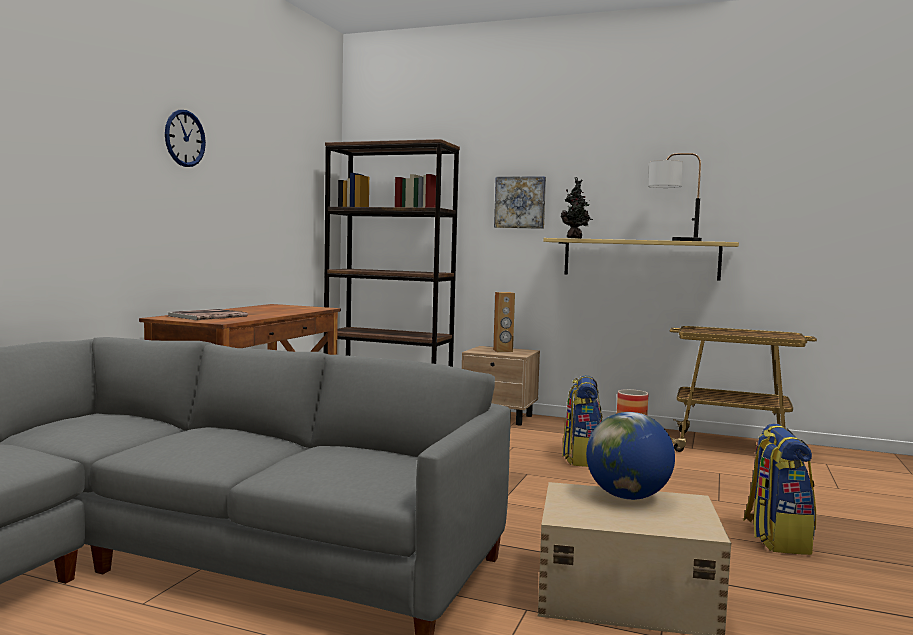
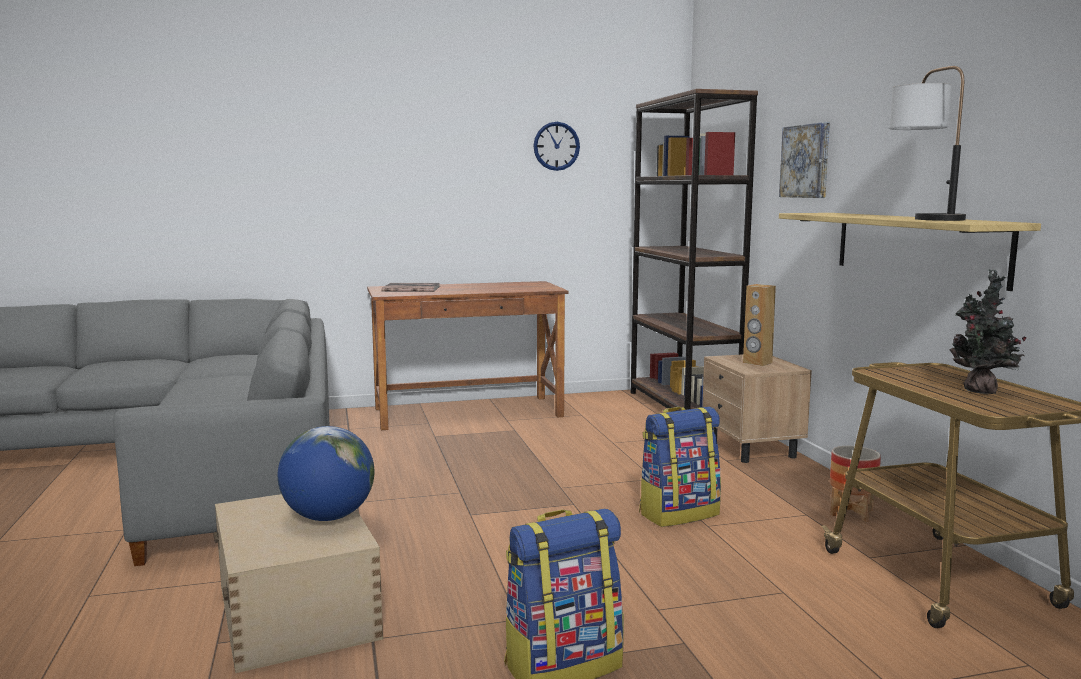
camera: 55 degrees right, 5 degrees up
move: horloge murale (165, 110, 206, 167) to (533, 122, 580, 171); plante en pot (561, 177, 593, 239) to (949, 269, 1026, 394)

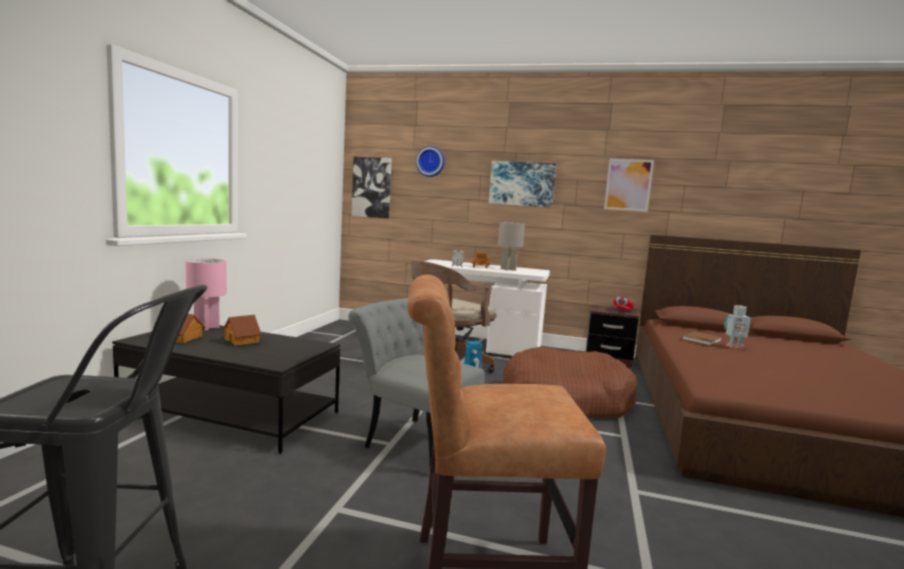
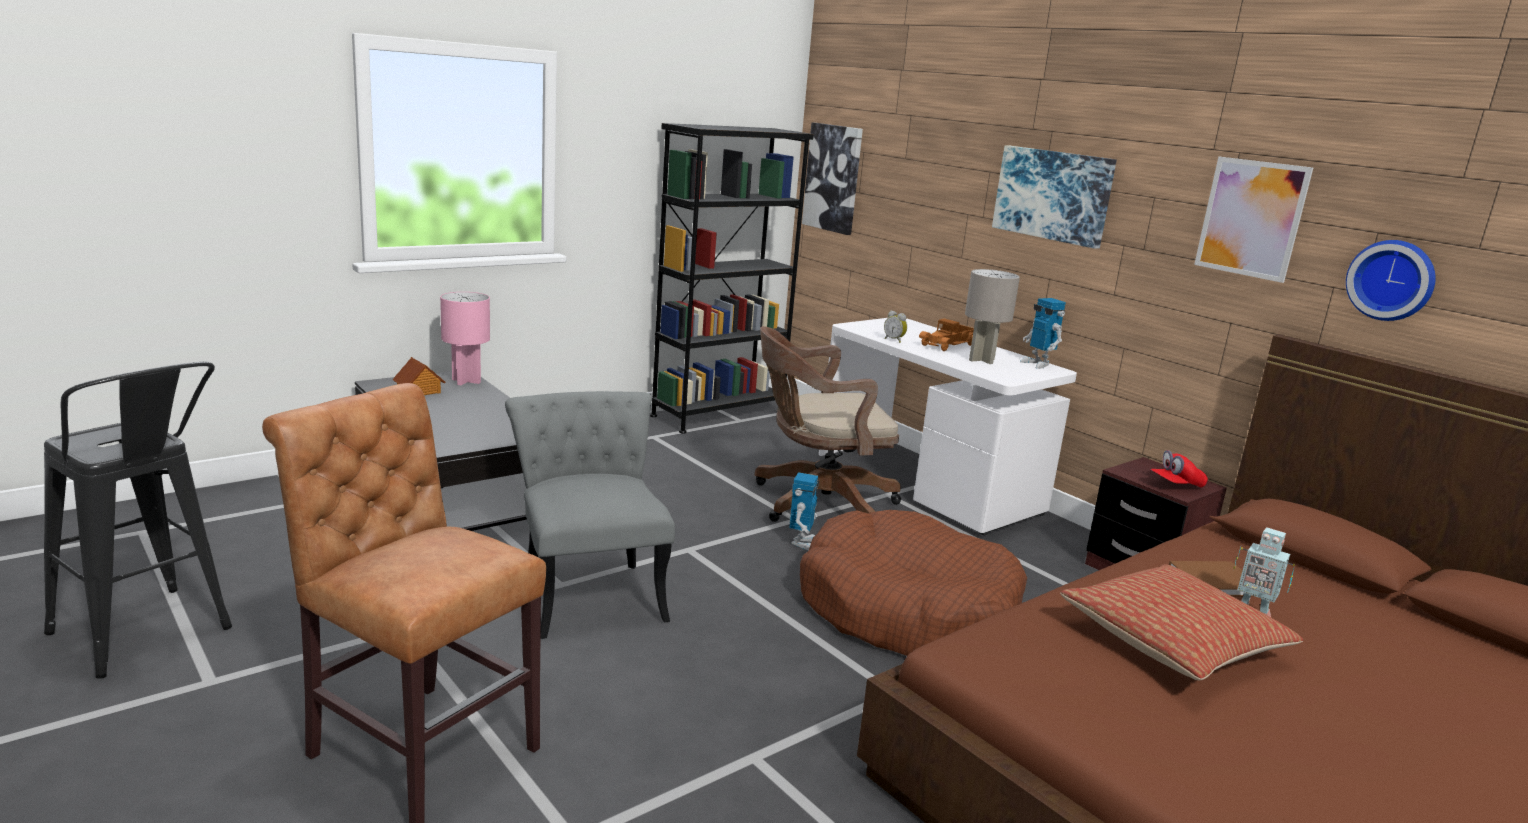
camera: 35 degrees right, 10 degrees up
delete: maison miniature (222, 315, 261, 346)
insert: bibliothèque [noir] (650, 123, 814, 434); robot jouet (1020, 298, 1066, 369); coussin (1060, 564, 1303, 680)
move: horloge murale (416, 146, 445, 177) to (1346, 240, 1436, 321)

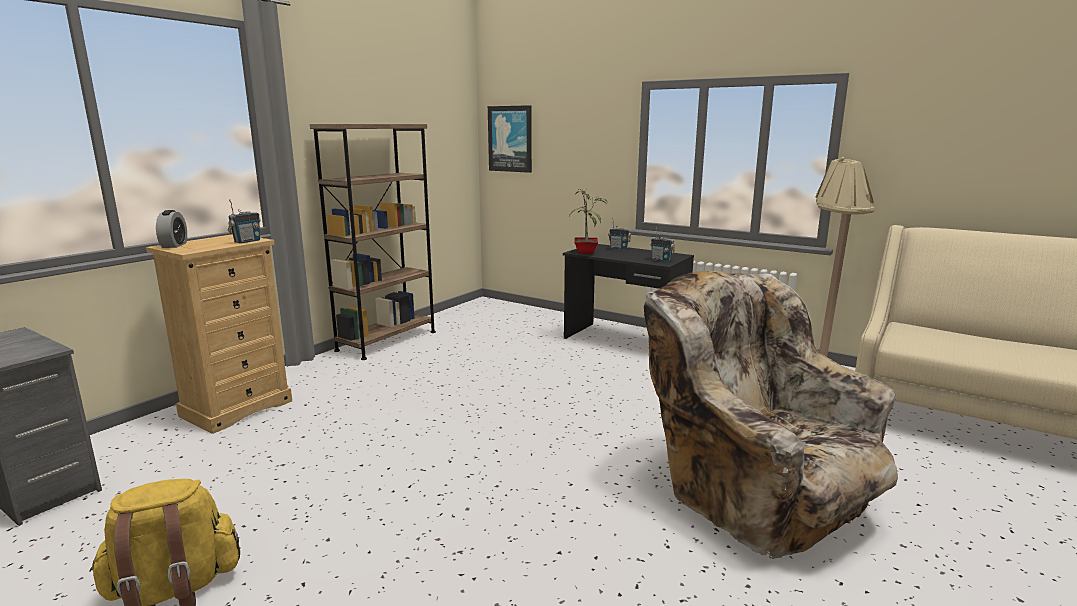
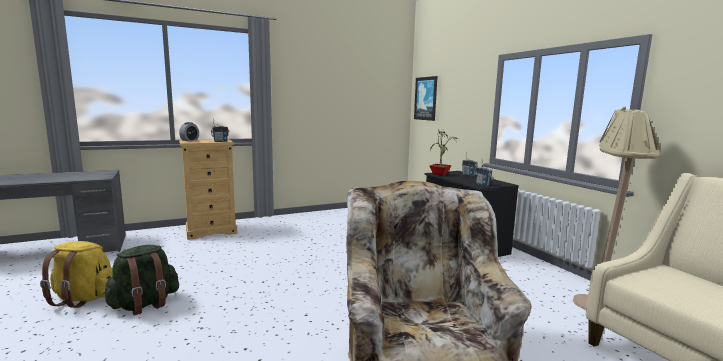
camera: 30 degrees right, 5 degrees down
delete: bibliothèque [marron] (310, 124, 436, 360)
insert: sac à dos [vert] (102, 245, 179, 316)

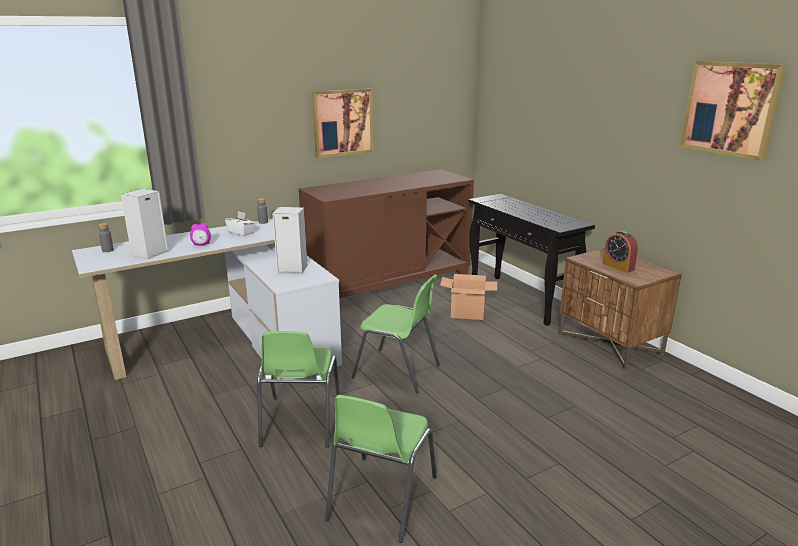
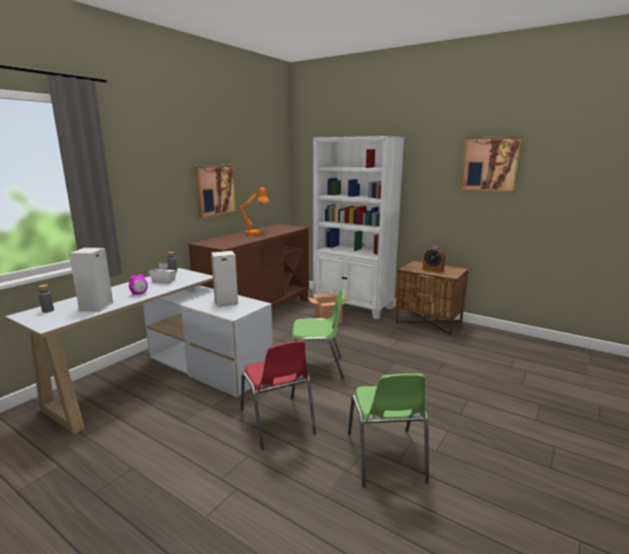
camera: 25 degrees left, 5 degrees down
insert: lampe de table [orange] (240, 187, 269, 235)
replace: table console [noir] (468, 194, 595, 326) to bibliothèque [blanc] (313, 136, 404, 319)
recolor: chaise [vert] (257, 331, 340, 448) to chaise [rouge] (241, 341, 316, 450)

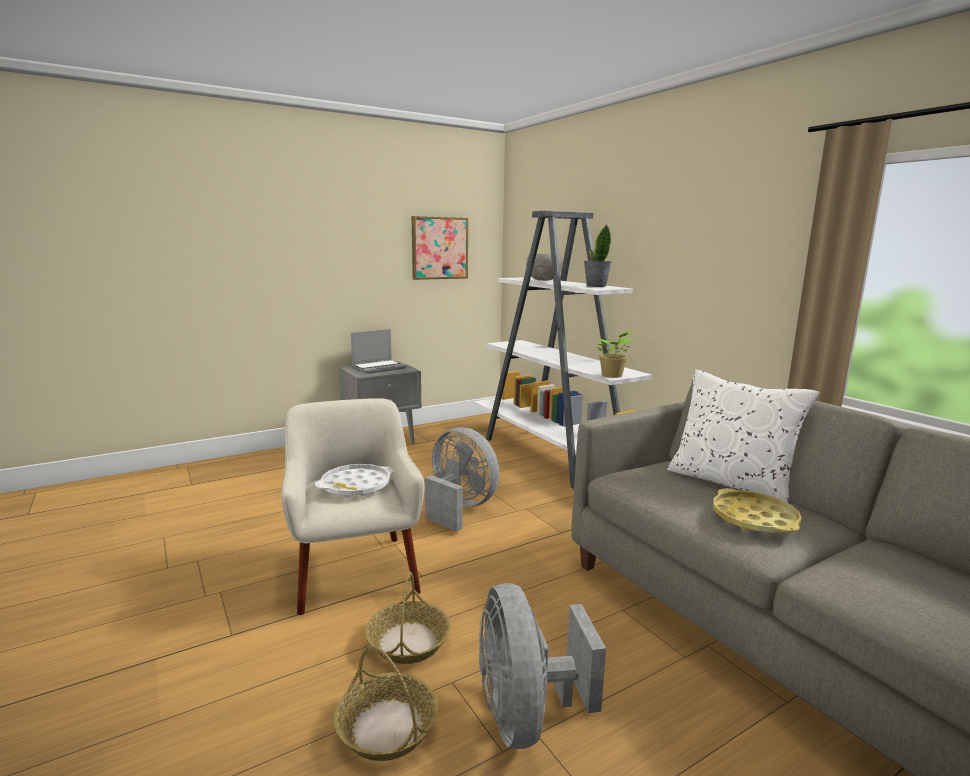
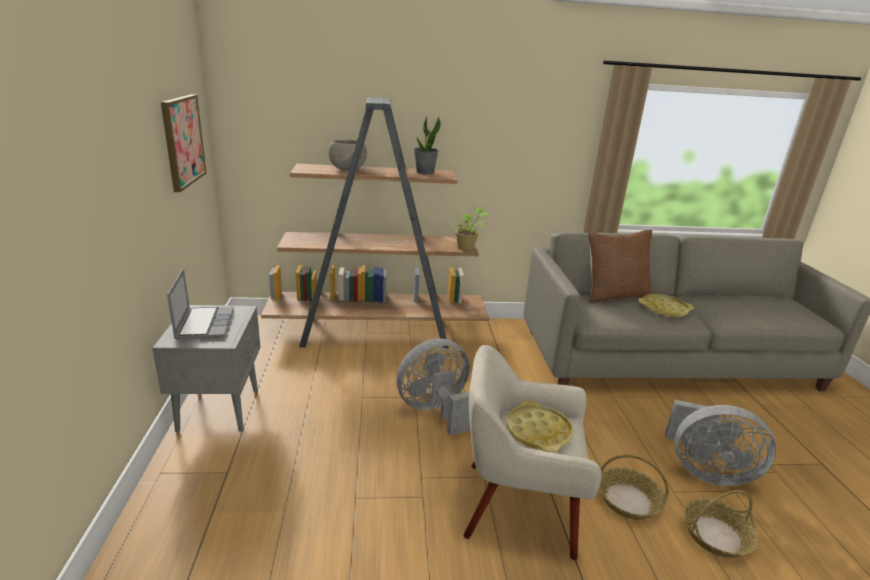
camera: 65 degrees left, 10 degrees up
recolor: bibliothèque [blanc] (474, 211, 652, 489) to bibliothèque [marron] (261, 97, 489, 349); plateau [blanc] (315, 464, 394, 498) to plateau [jaune] (507, 401, 573, 452); coussin [blanc] (667, 370, 819, 503) to coussin [marron] (588, 230, 652, 303)

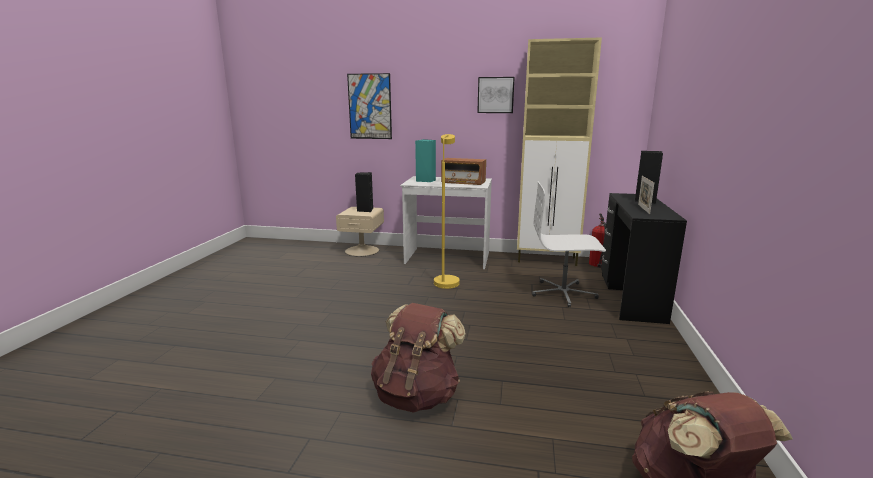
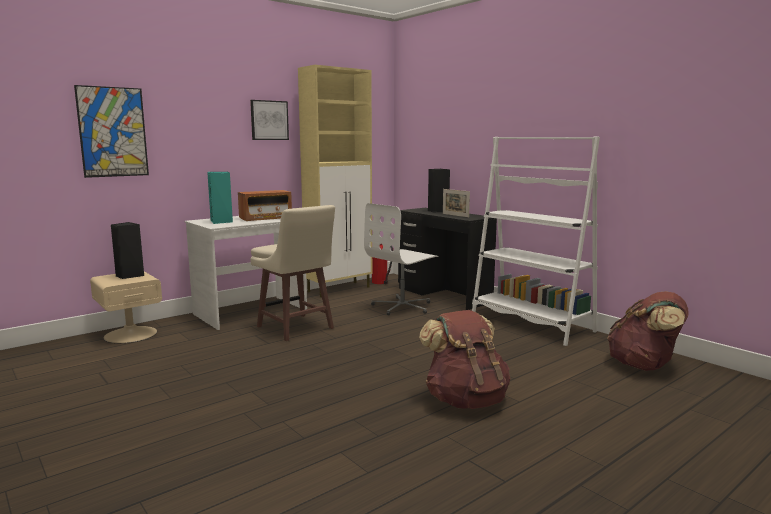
camera: 50 degrees left, 5 degrees down
insert: bibliothèque [blanc] (472, 136, 600, 346)
replace: lampadaire [jaune] (434, 134, 460, 289) to tabouret [beige] (250, 205, 335, 341)

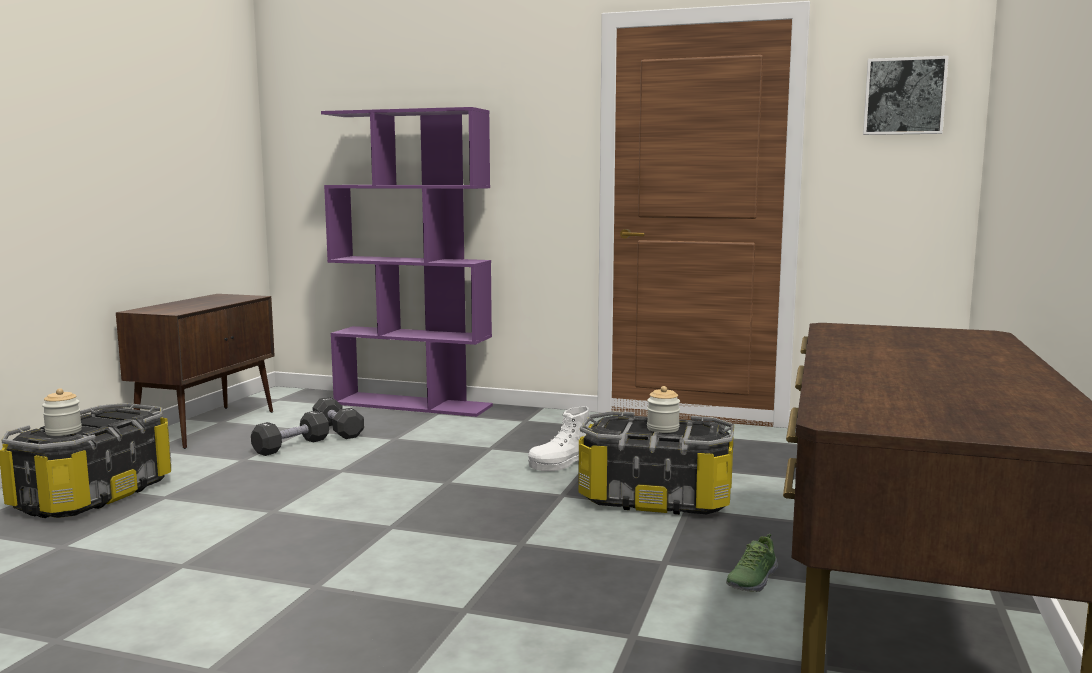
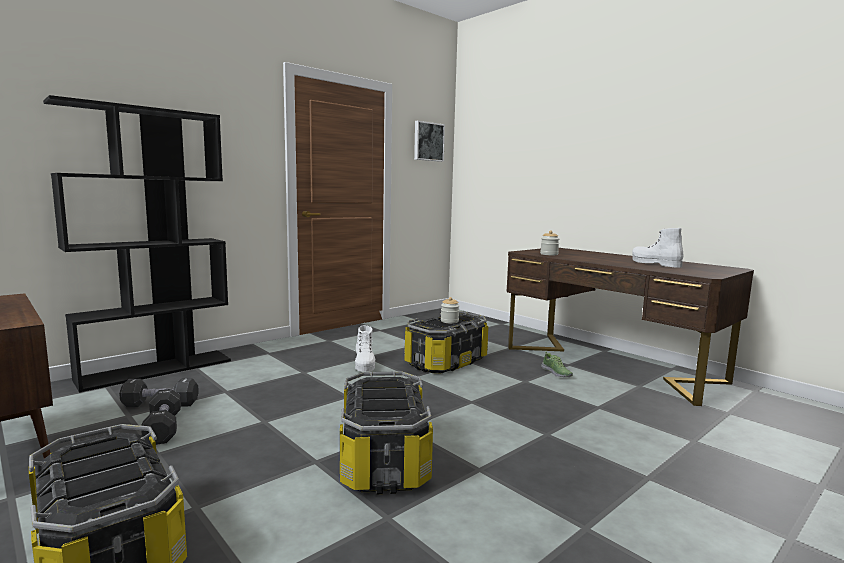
camera: 60 degrees left, 0 degrees up
insert: boîte de rangement (340, 372, 433, 494); botte [blanc] (632, 228, 684, 268)
move: bocal (42, 388, 82, 436) to (540, 231, 559, 255)
recolor: bibliothèque [violet] (321, 107, 493, 417) to bibliothèque [noir] (43, 95, 231, 393)

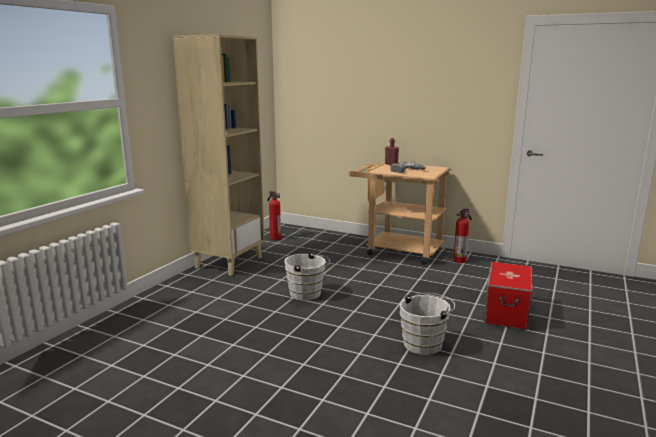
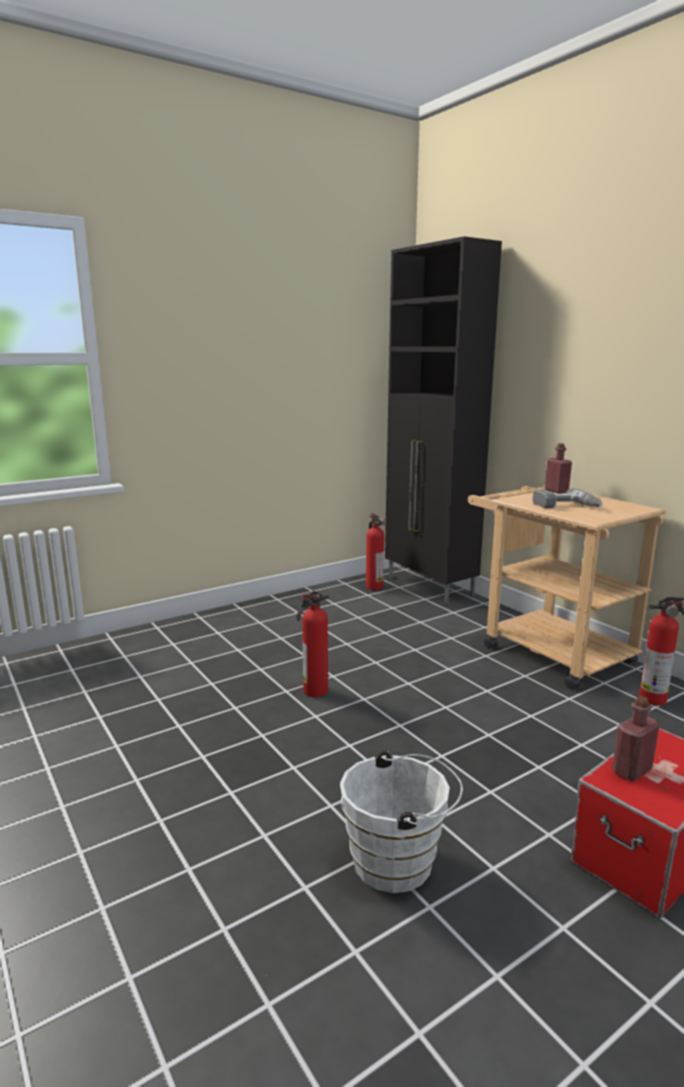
camera: 30 degrees right, 0 degrees up
delete: bibliothèque [beige] (173, 34, 264, 276)
insert: meuble de rangement [noir] (385, 236, 502, 604); bouteille [rouge] (612, 696, 659, 781)
replace: seau [blanc] (285, 252, 330, 300) to extincteur (297, 591, 329, 697)

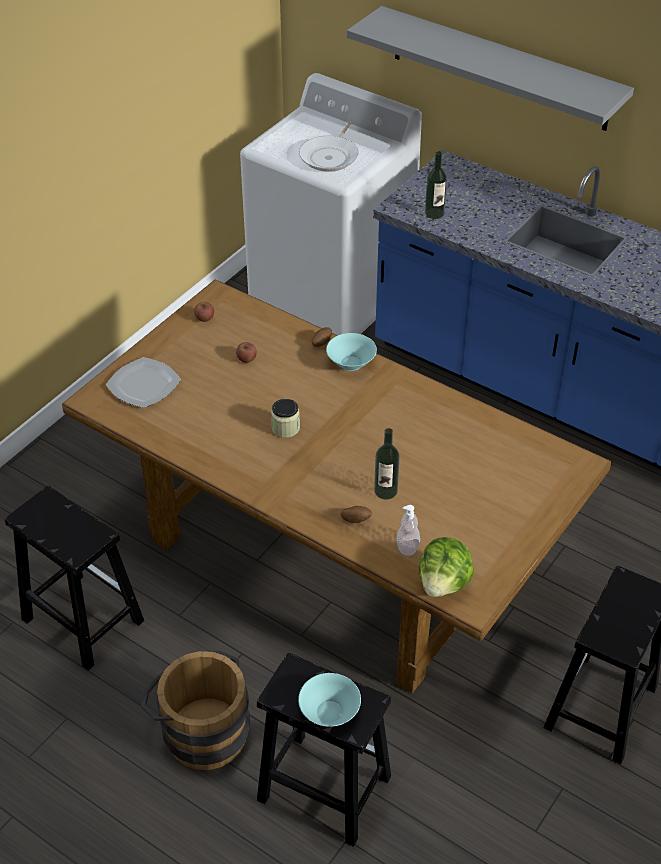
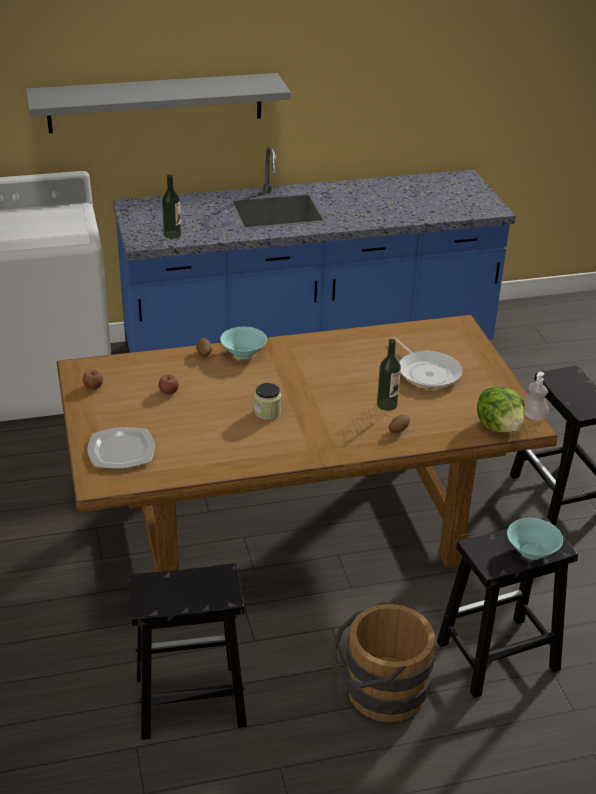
camera: 50 degrees left, 10 degrees down
move: poêle (299, 121, 359, 172) to (392, 337, 462, 389); distributeur de savon (396, 505, 420, 556) to (523, 372, 549, 421)

